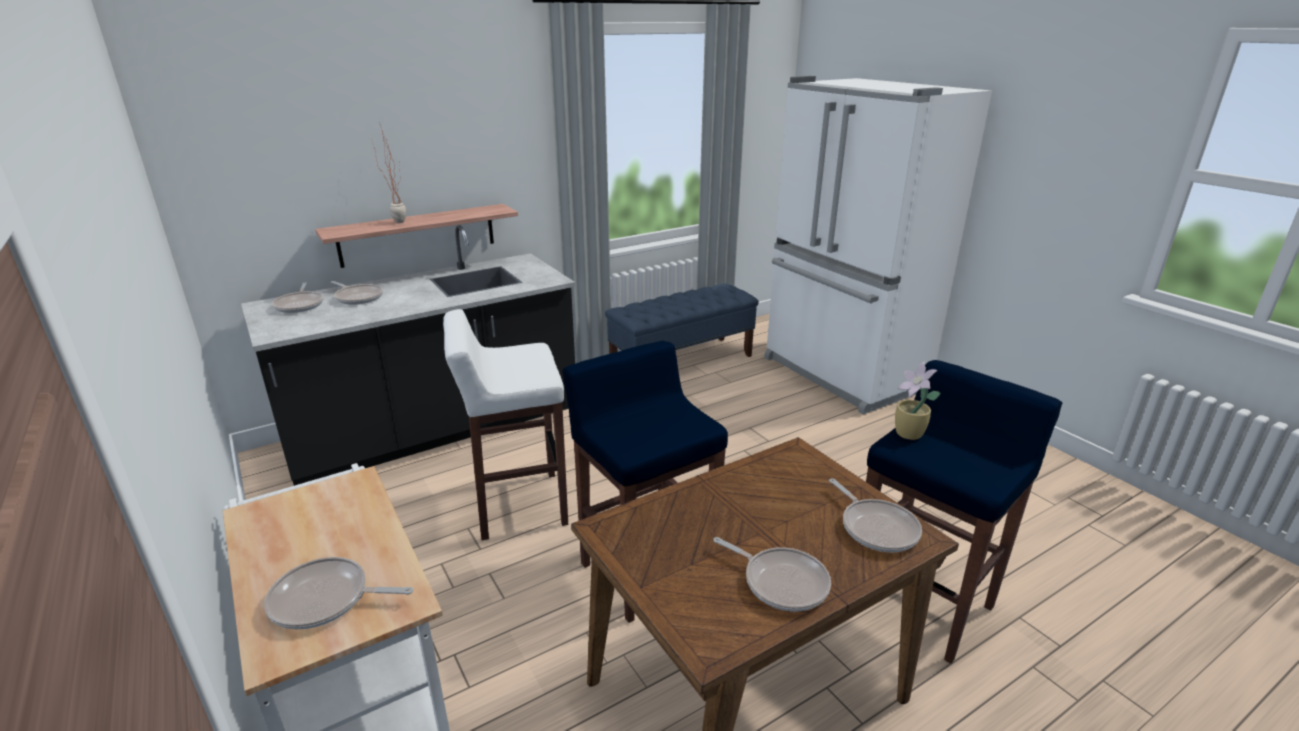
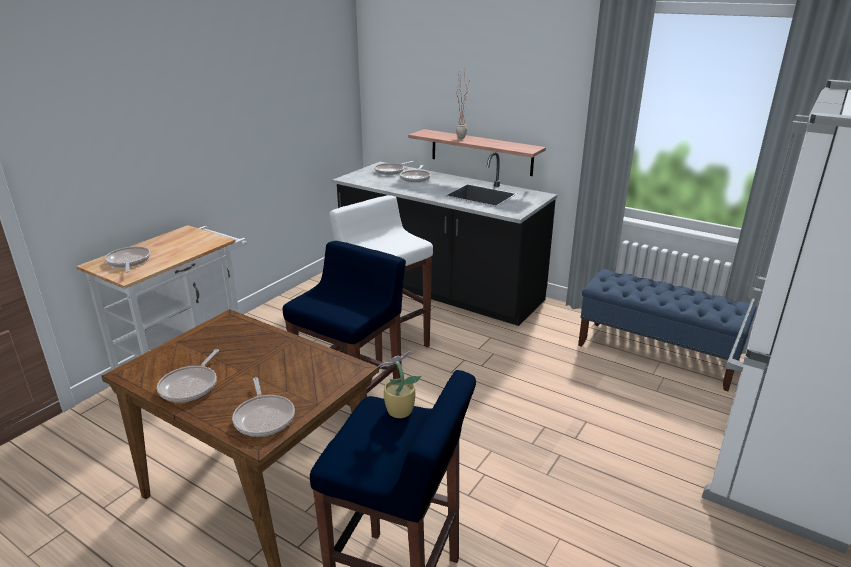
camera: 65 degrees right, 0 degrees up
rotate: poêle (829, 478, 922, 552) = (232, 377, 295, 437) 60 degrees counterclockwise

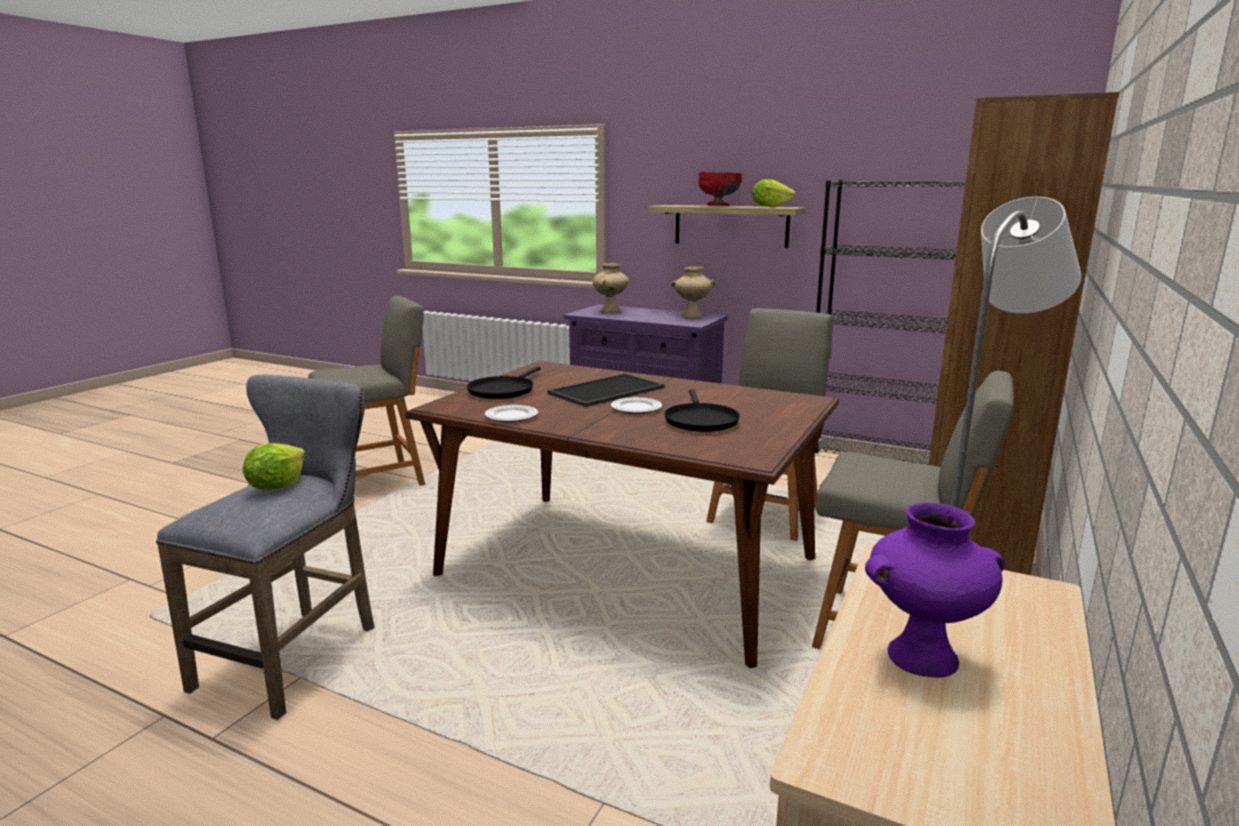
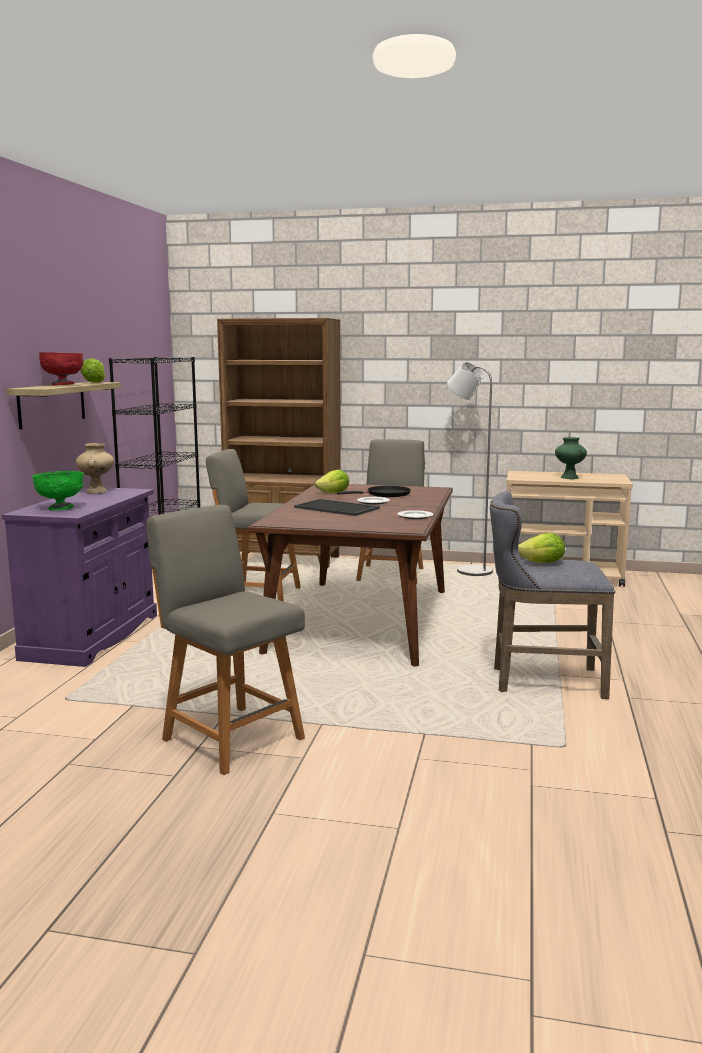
camera: 105 degrees left, 5 degrees down
delete: poêle [noir] (467, 367, 541, 399)
insert: laitue (314, 470, 349, 493)
replace: vase [beige] (593, 263, 629, 313) to bol [vert] (32, 471, 84, 511)
recolor: vase [violet] (865, 503, 1005, 677) to vase [vert] (555, 437, 587, 479)

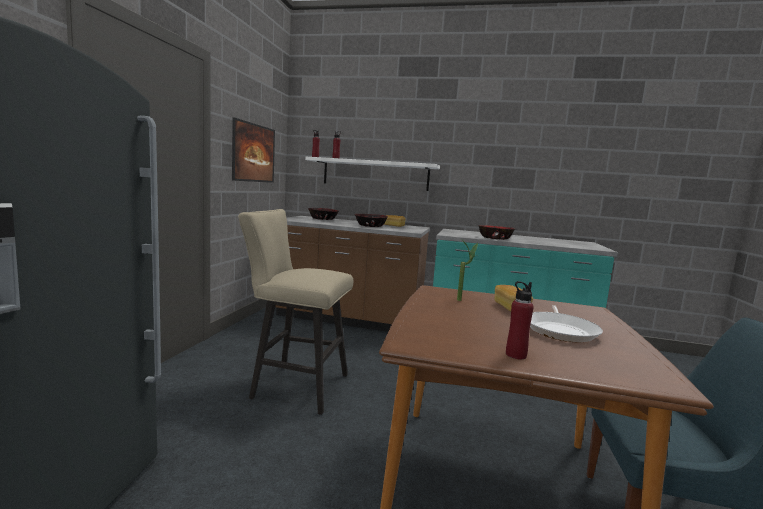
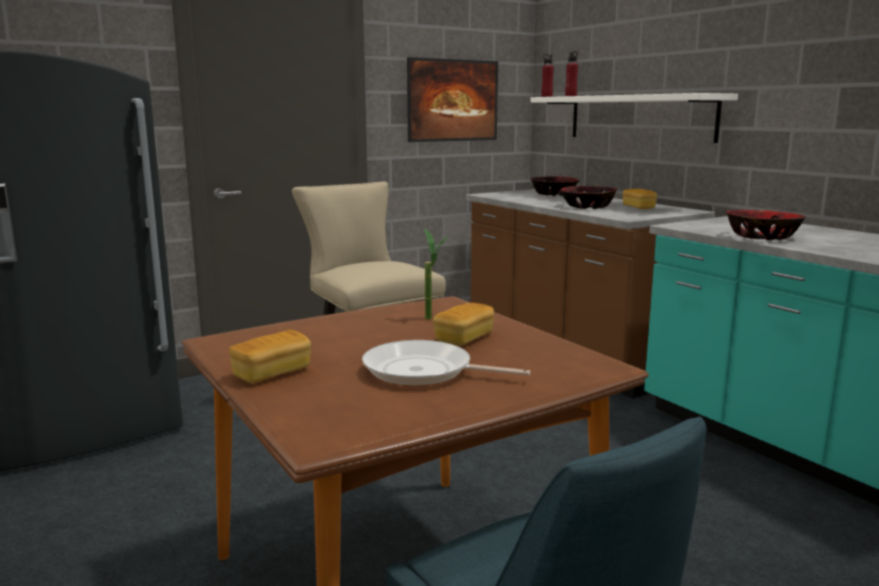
camera: 45 degrees right, 5 degrees up
replace: bouteille [rouge] (506, 281, 534, 359) to pain (229, 330, 311, 383)
rotate: poêle (530, 305, 603, 342) = (362, 340, 530, 386) 45 degrees clockwise

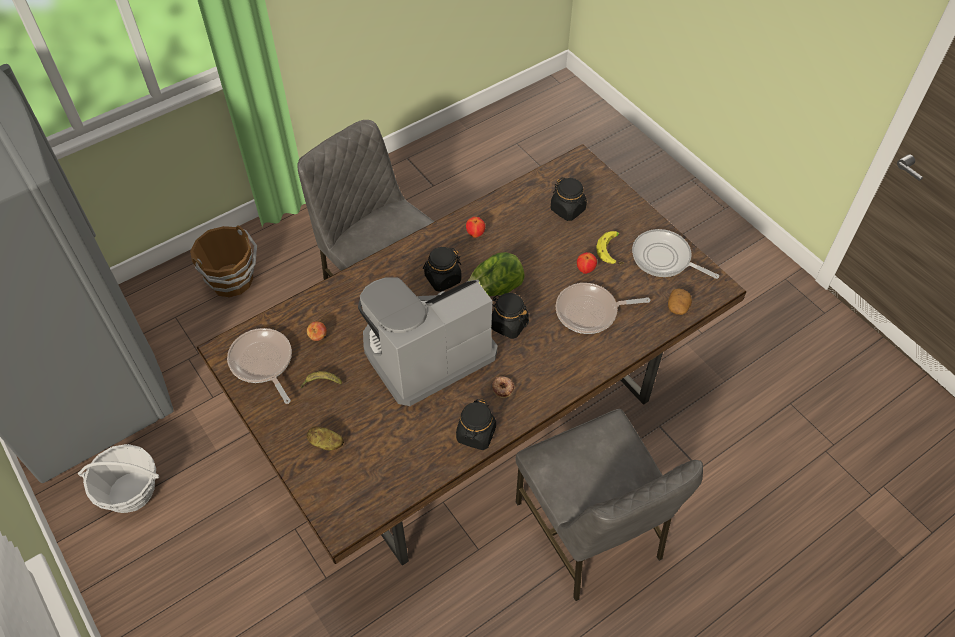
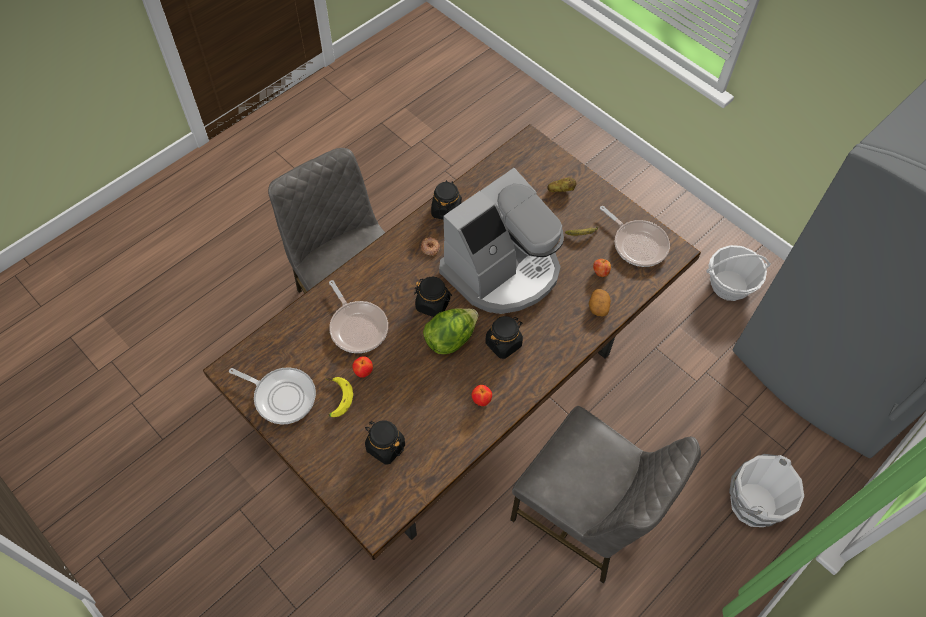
camera: 170 degrees right, 5 degrees up
move: pomme de terre (668, 288, 692, 315) to (589, 289, 611, 317)
recolor: seau [marron] (190, 225, 257, 297) to seau [blanc] (729, 454, 804, 527)
rotate: poêle (556, 283, 650, 334) = (329, 280, 388, 353) 75 degrees clockwise

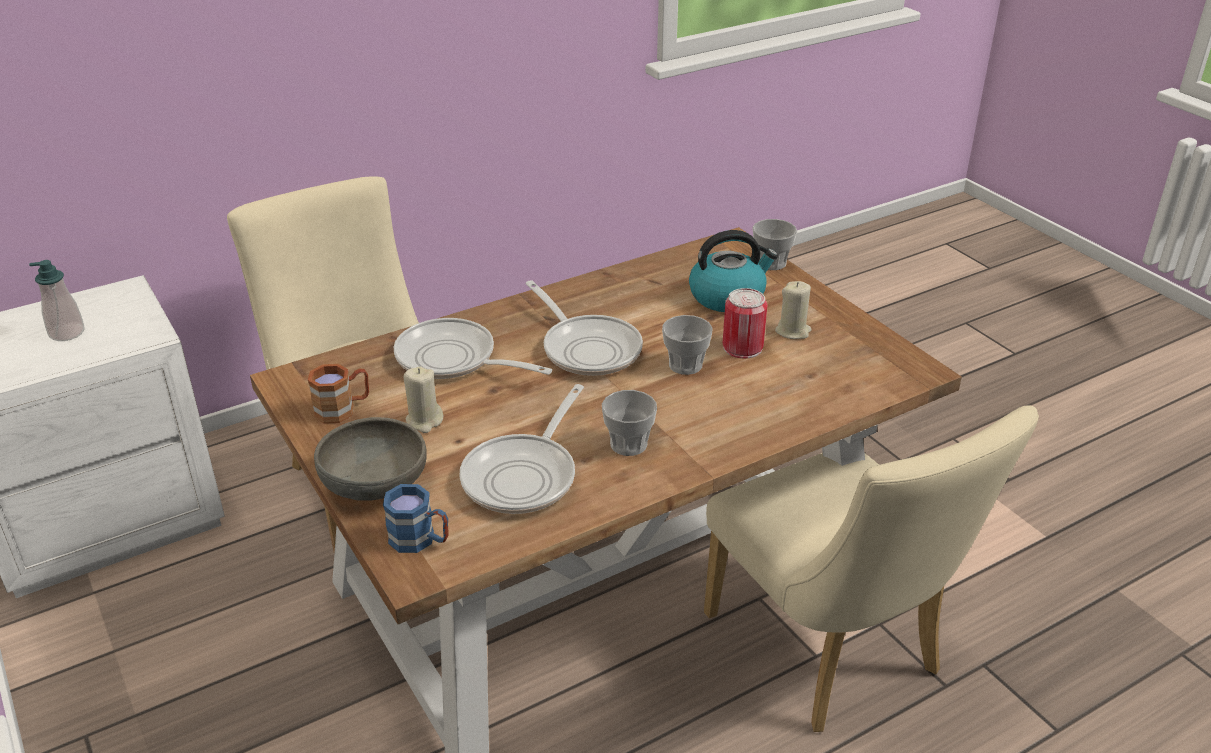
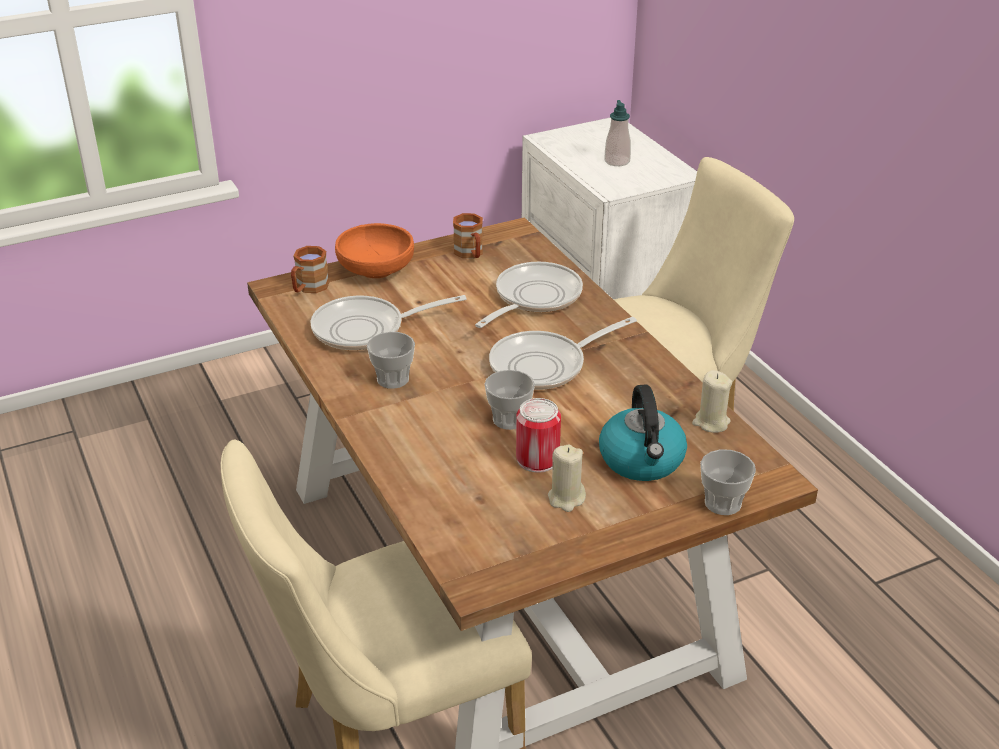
camera: 95 degrees right, 0 degrees up
move: bougie [beige] (404, 367, 444, 433) to (692, 370, 732, 433)
recolor: mug [bleu] (383, 484, 449, 553) to mug [marron] (291, 246, 329, 293); bol [gris] (314, 417, 427, 501) to bol [orange] (335, 223, 414, 278)
rotate: poêle (459, 384, 584, 514) = (311, 295, 466, 350) 45 degrees counterclockwise

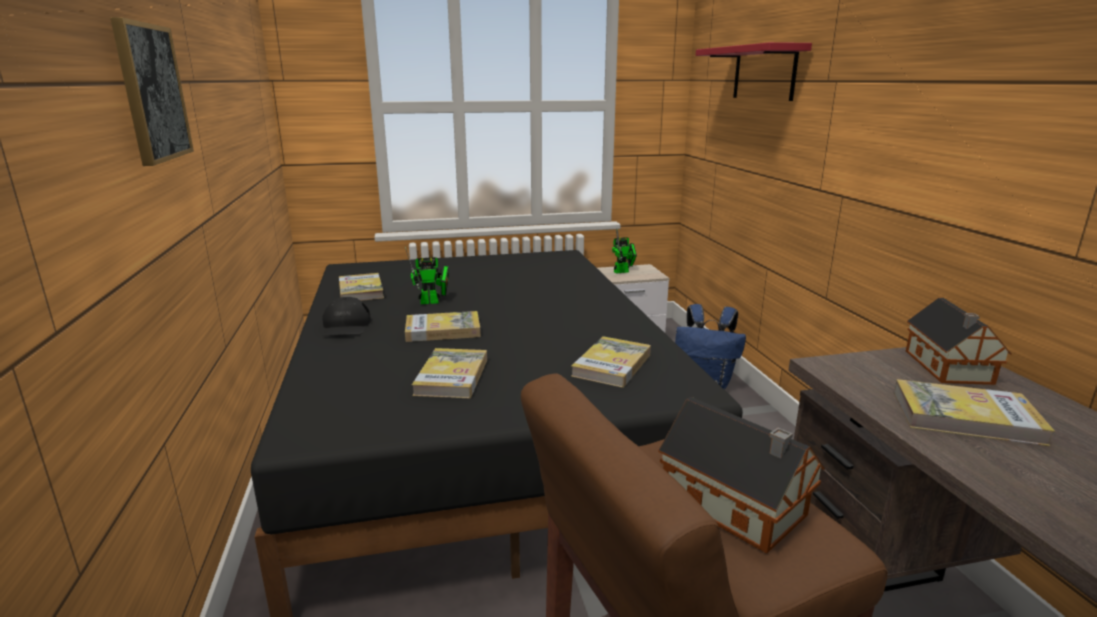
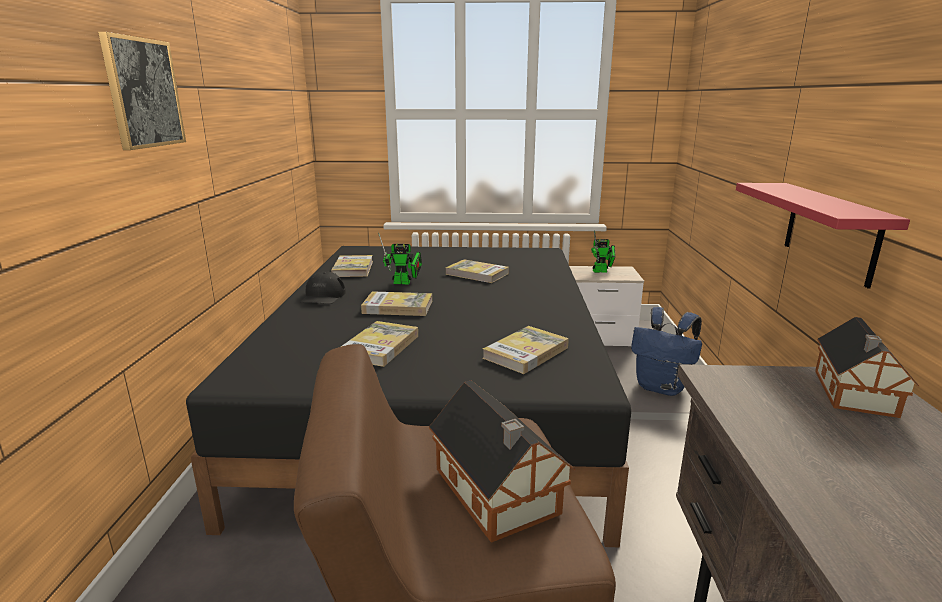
camera: 15 degrees right, 0 degrees up
move: livre (894, 379, 1055, 446) to (445, 259, 509, 283); étagère [rouge] (696, 42, 812, 101) to (736, 183, 910, 288)

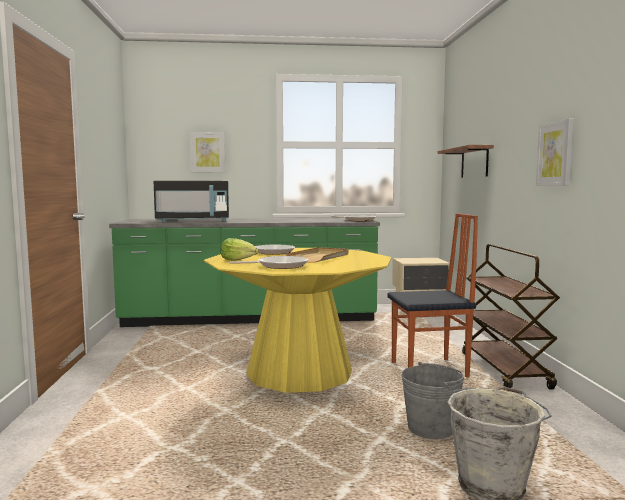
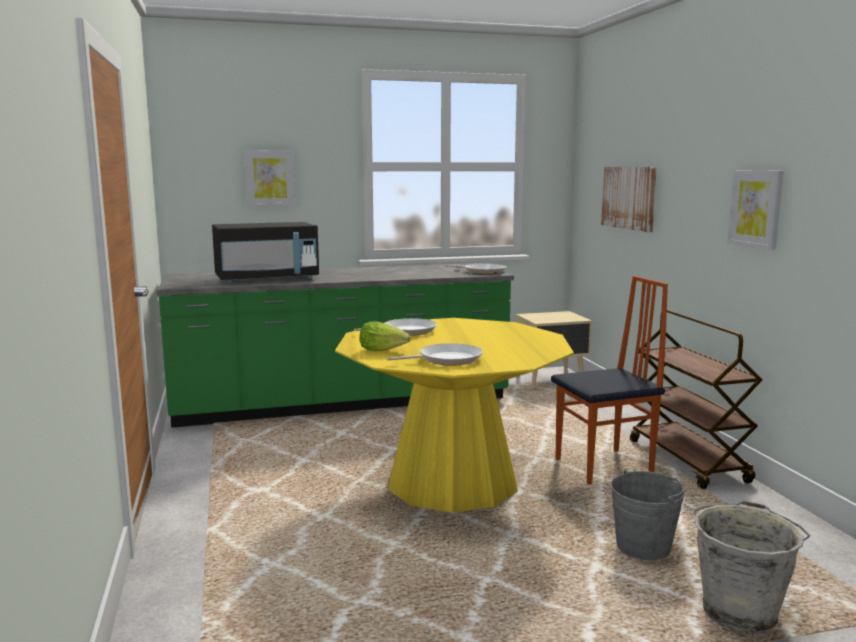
camera: 10 degrees left, 5 degrees up
delete: plateau [beige] (285, 247, 348, 263)
replace: étagère (438, 145, 494, 178) to tableau (601, 167, 657, 232)

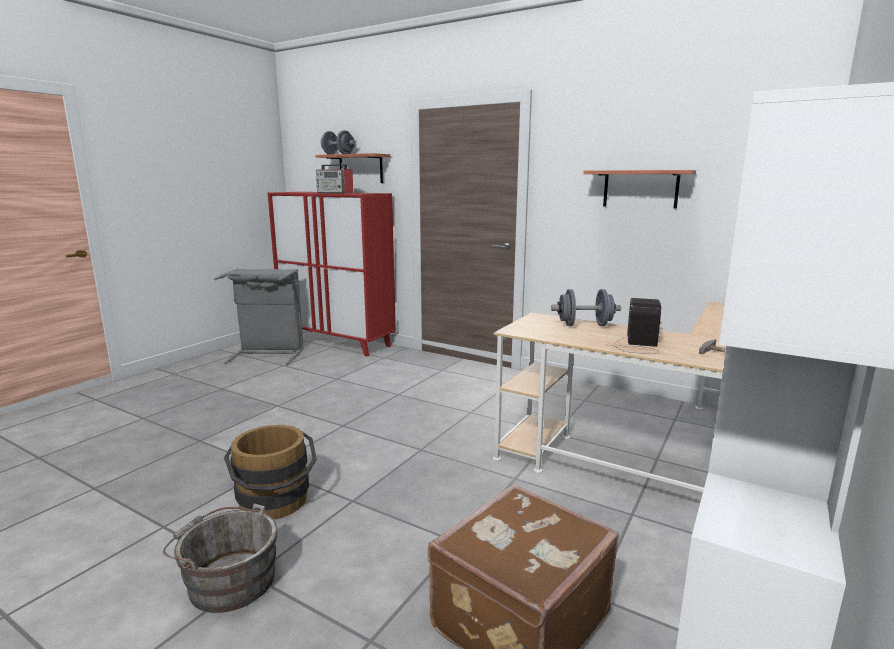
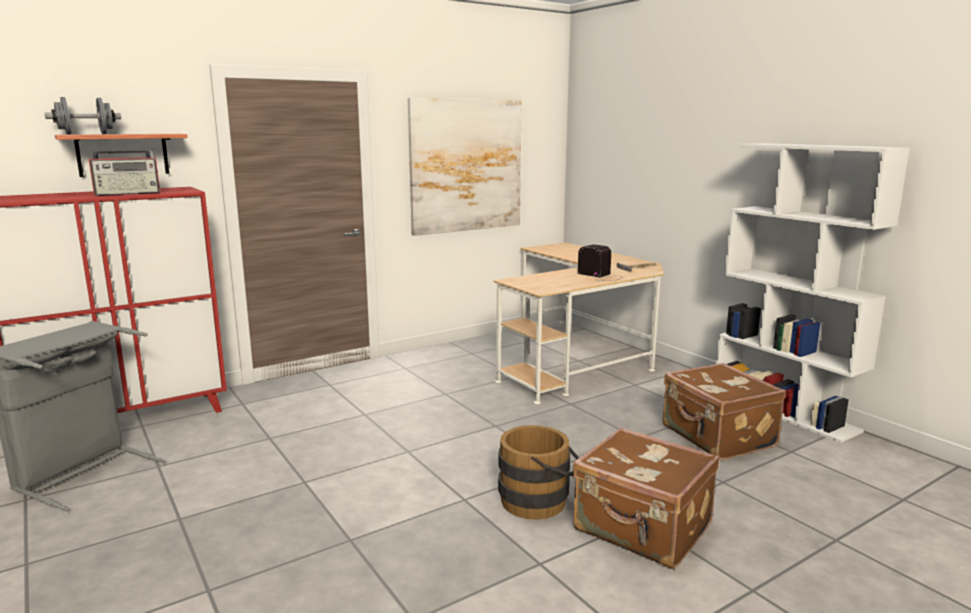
camera: 65 degrees left, 0 degrees up
delete: haltère [gris] (551, 289, 621, 326)
replace: étagère (583, 170, 696, 209) to tableau (408, 97, 522, 236); seau [gris] (163, 504, 278, 613) to valise [marron] (573, 427, 719, 569)

